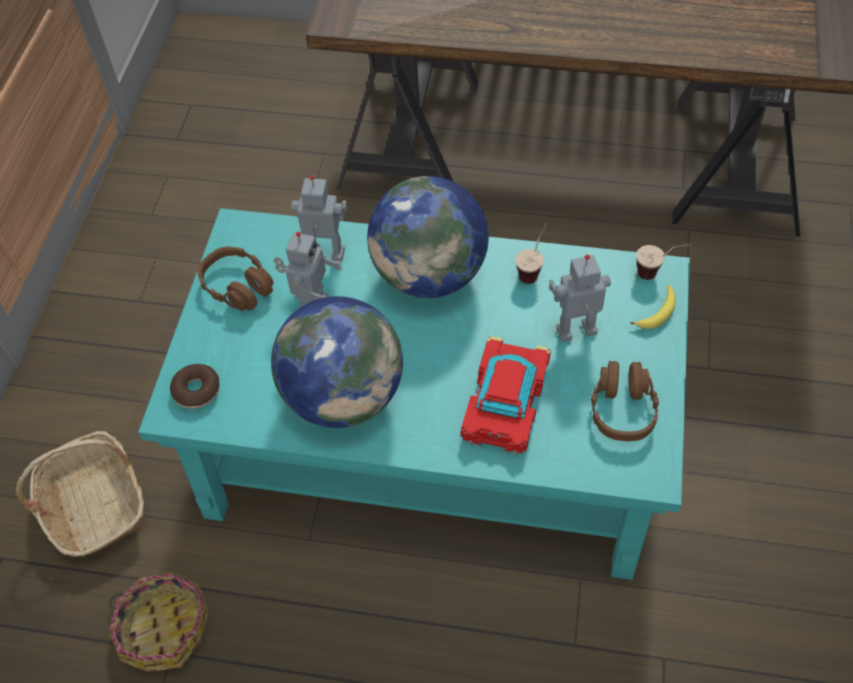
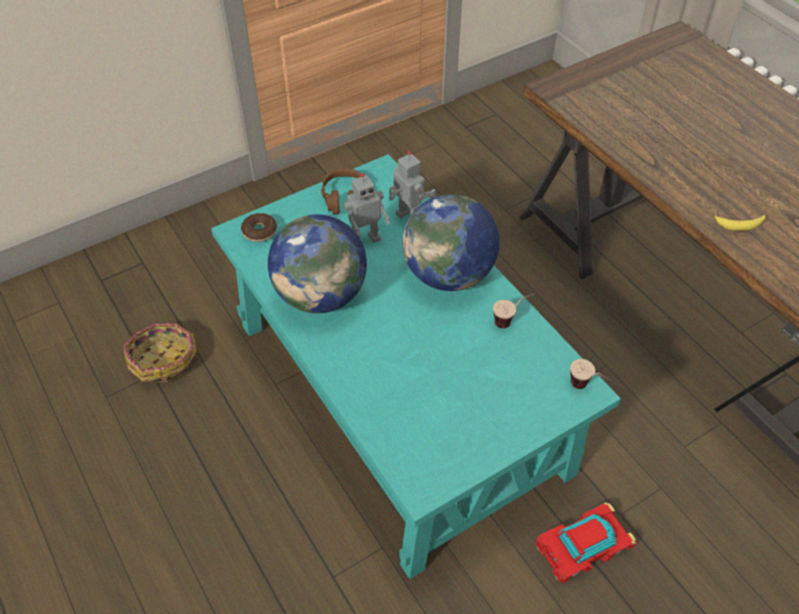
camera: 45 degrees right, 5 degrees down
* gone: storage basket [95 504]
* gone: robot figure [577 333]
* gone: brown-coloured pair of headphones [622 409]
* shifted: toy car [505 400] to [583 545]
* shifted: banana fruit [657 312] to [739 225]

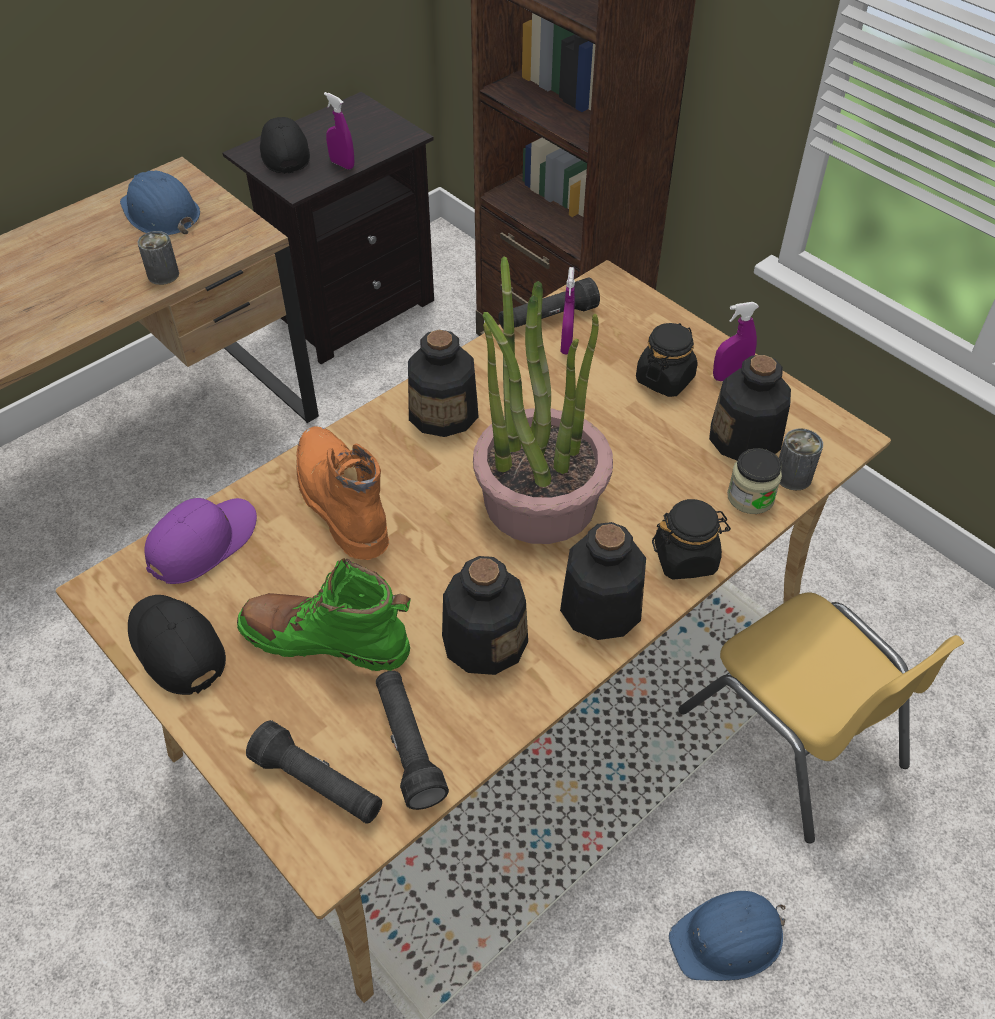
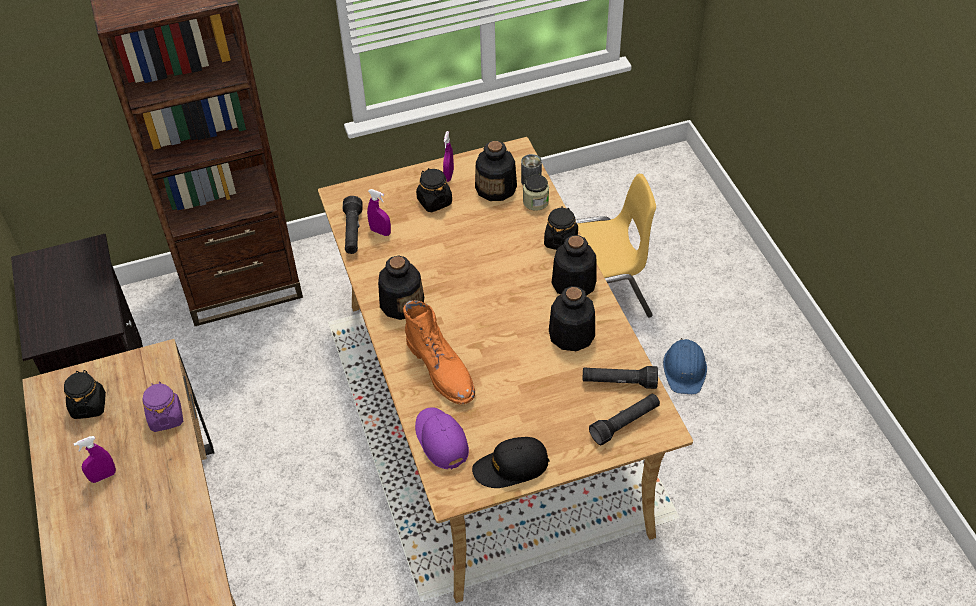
camera: 65 degrees left, 0 degrees up
* gone: greenish tall boot [326 640]
* gone: black baseball cap [284 153]
* gone: houseplant [539 499]
* shifted: purple-coloured hand sprayer [342 164] to [103 476]
* swapped: bluish work helmet [160 213] to black storage jar [89 405]
* swapped: can [163 275] to purple-coloured storage jar [166 417]
* rotated: orange tall boot [338 499] = [442 369] 120 degrees counterclockwise

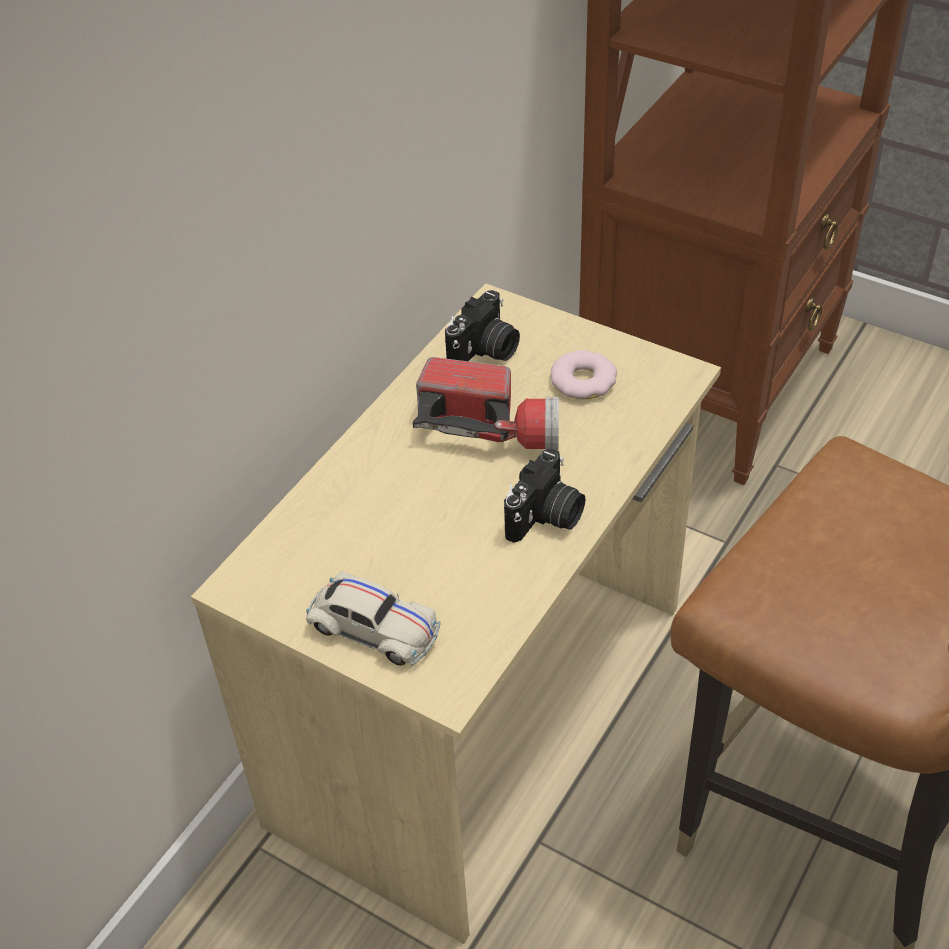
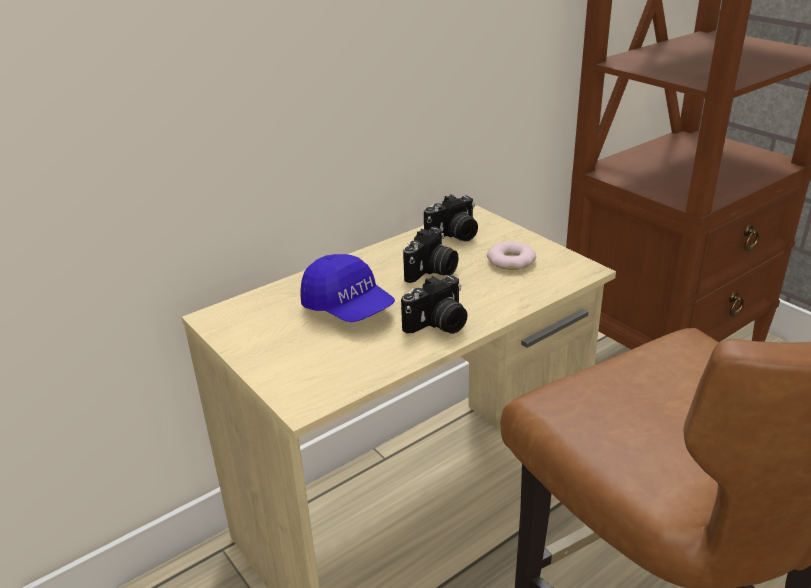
camera: 20 degrees right, 15 degrees down
* gone: whitish toy car [373 628]
* new: bluish baseball cap [348 308]
* swapped: torch [490 426] to photo camera [432 272]

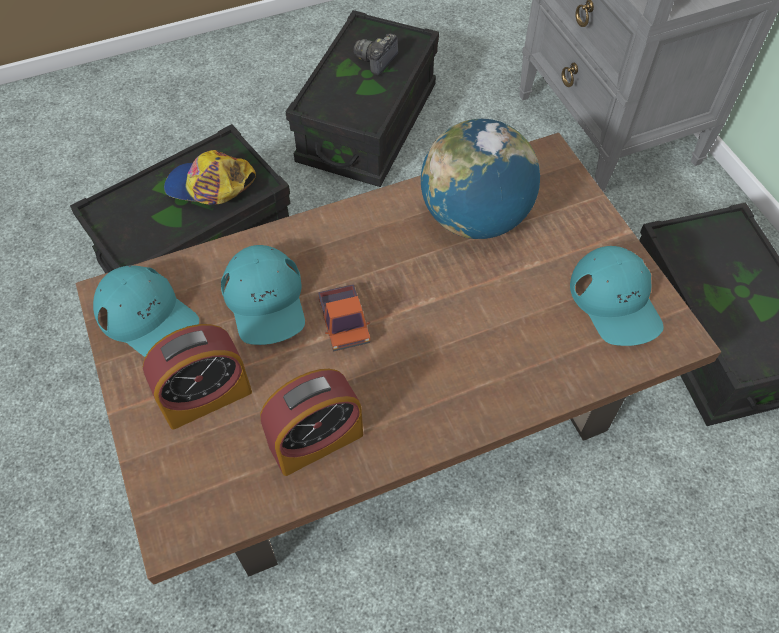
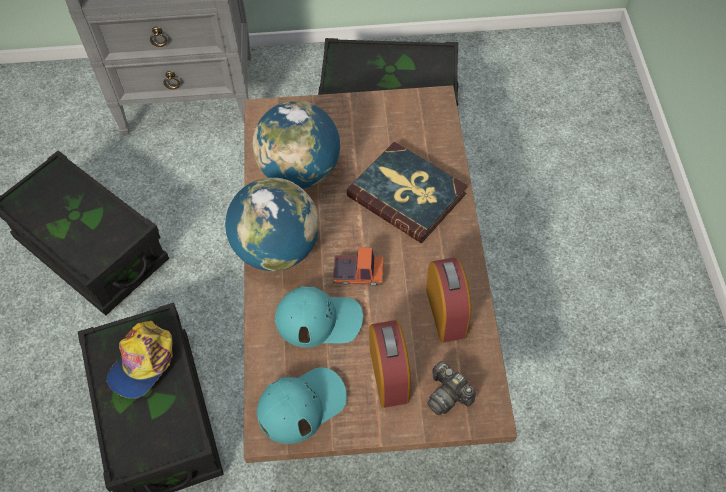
camera: 70 degrees left, 0 degrees up
* gone: turquoise baseball cap [615 301]
* new: desk globe [277 249]
* new: book [407 194]
* shifted: photo camera [377 60] to [448 395]

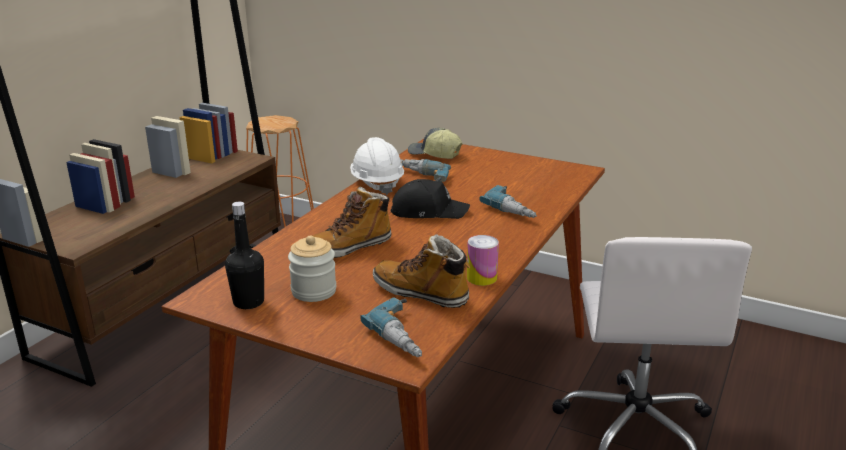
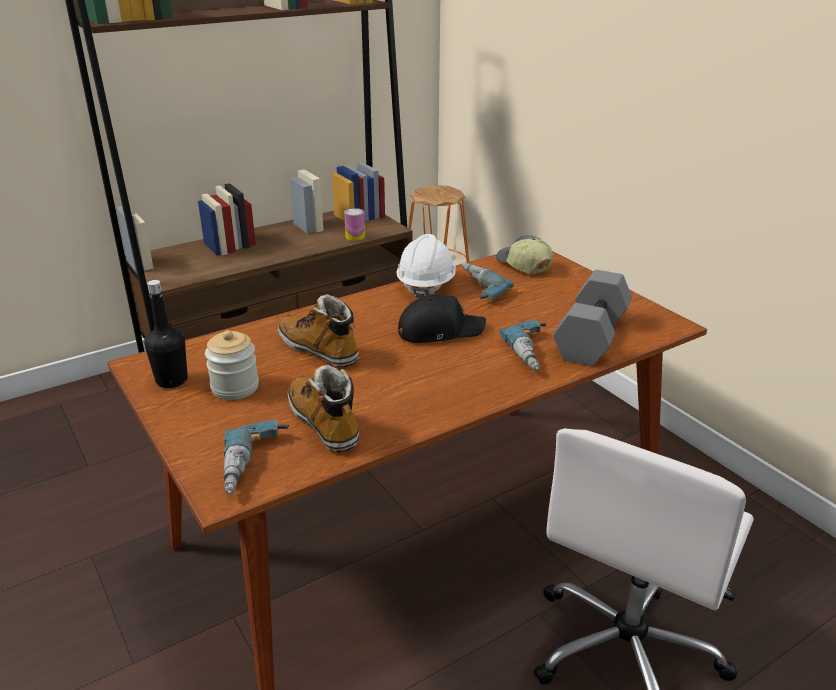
camera: 30 degrees right, 5 degrees up
* new: greyish free weight [589 336]
* shifted: can [481 278] to [355 236]
* rotated: tall boot [350 247] = [319 350] 45 degrees clockwise
* rotated: black baseball cap [428 211] = [439 331] 45 degrees counterclockwise

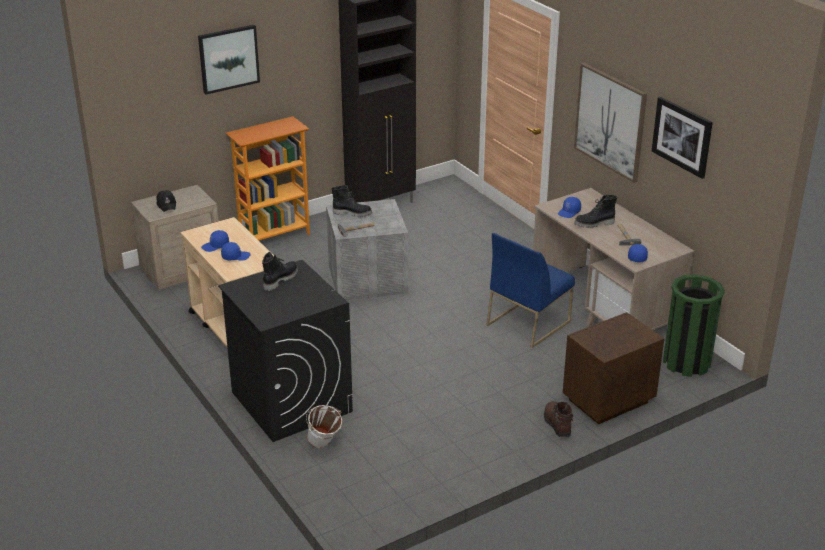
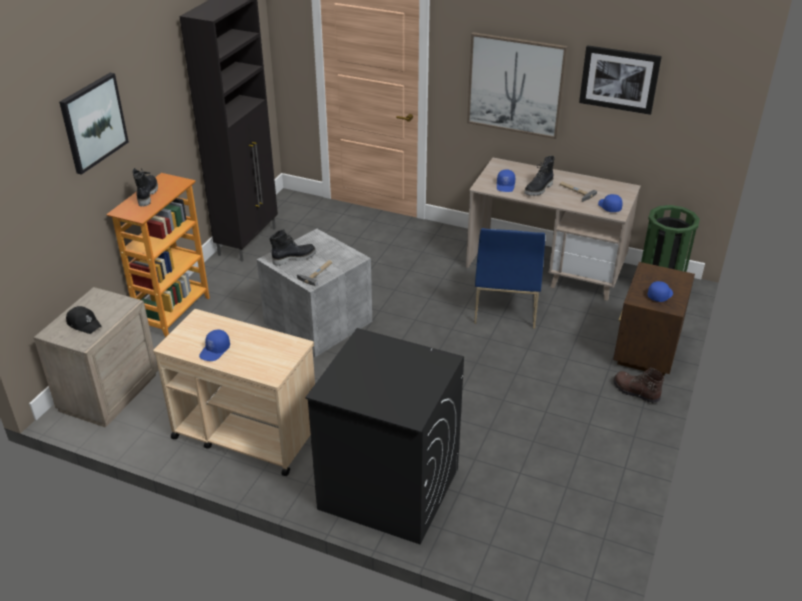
camera: 35 degrees left, 5 degrees up
* gone: whitish pail [324 446]
* shifted: bluish baseball cap [235 256] to [659 295]
* shifted: black tall boot [280 280] to [147 195]

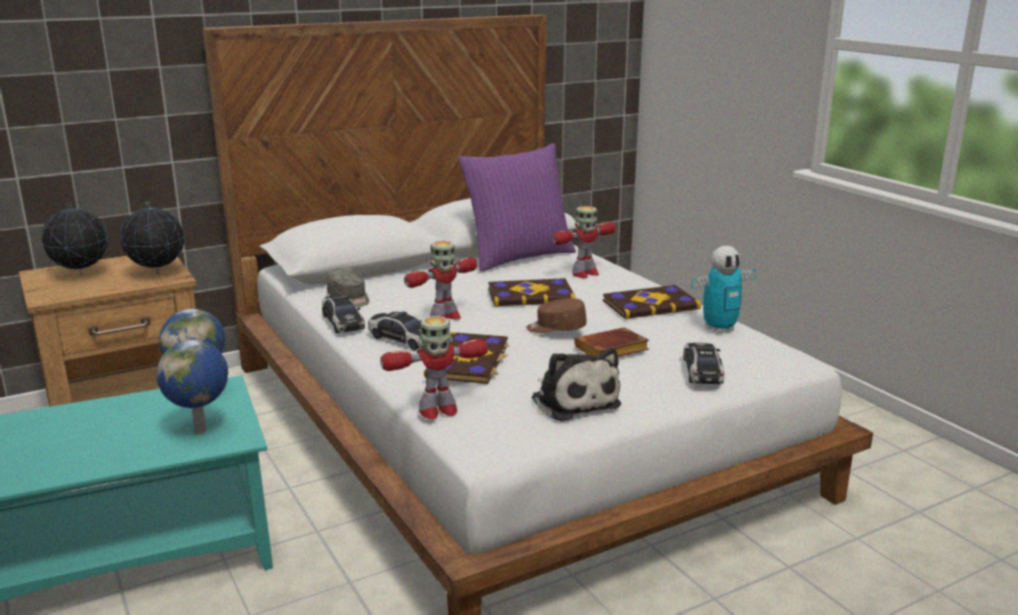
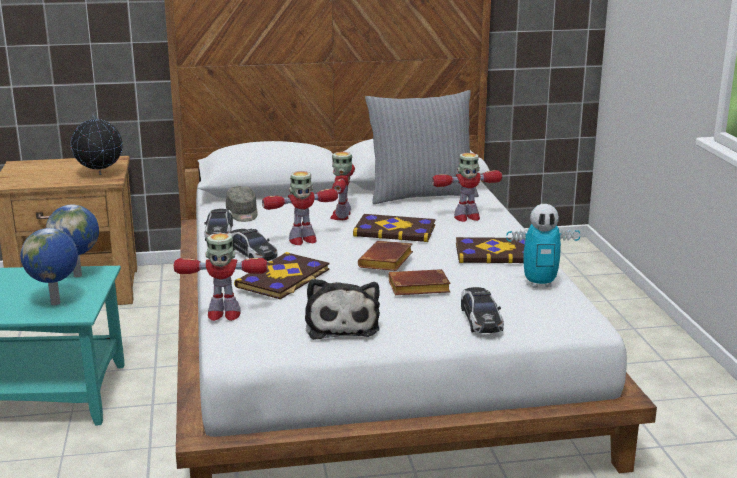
camera: 20 degrees right, 0 degrees up
* gone: desk globe [81 275]
* new: robot figure [342 216]
* swapped: brown-coloured baseball cap [556 328] to brown-coloured book [387 262]
* repainted: purple-coloured cushion [518 257] to greyish cushion [421 195]
* rotated: toy car [702 372] = [481 319] 150 degrees clockwise

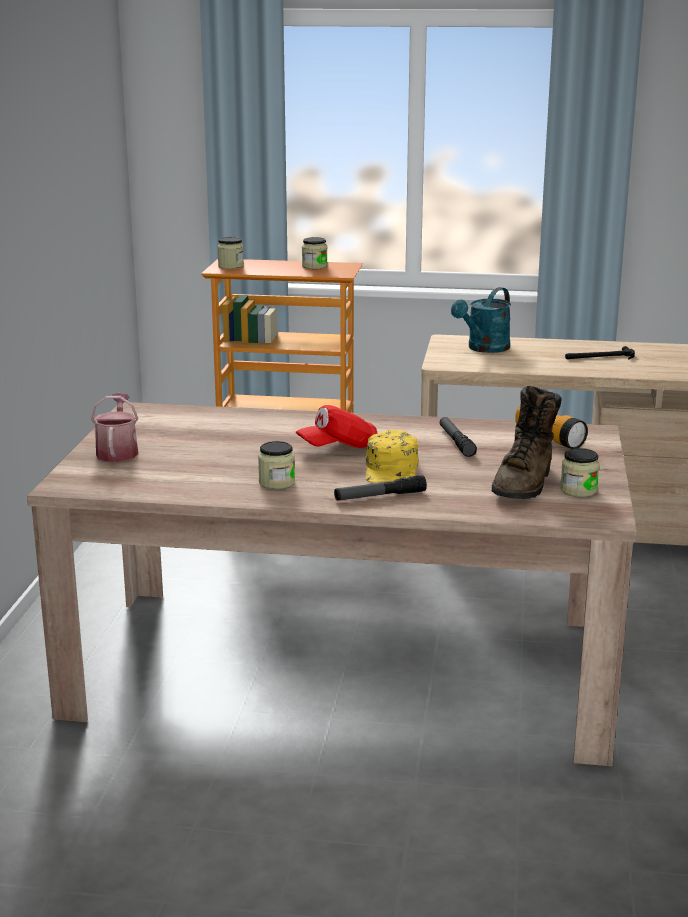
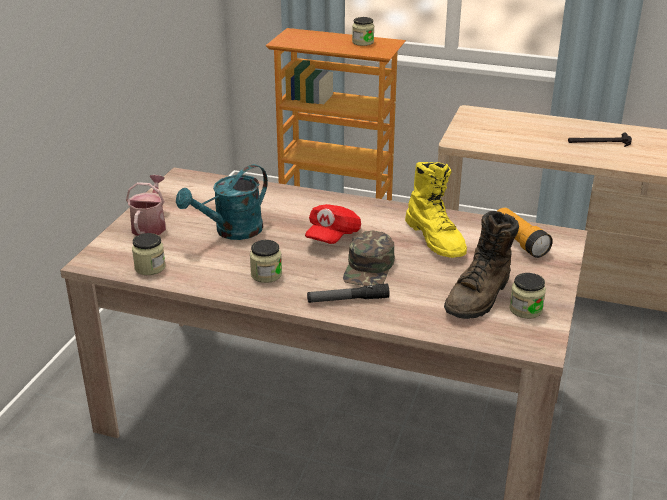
camera: 10 degrees right, 10 degrees up
* shifted: storage jar [231 266] to [150 267]
* shifted: turquoise sprinkling can [484 349] to [231 232]
* swapped: torch [456 442] to yellow tall boot [436 239]
* repainted: yellow baseball cap [392 469] to greenish baseball cap [369 268]
* rotated: red-coloured baseball cap [338 447] = [332 237] 45 degrees counterclockwise

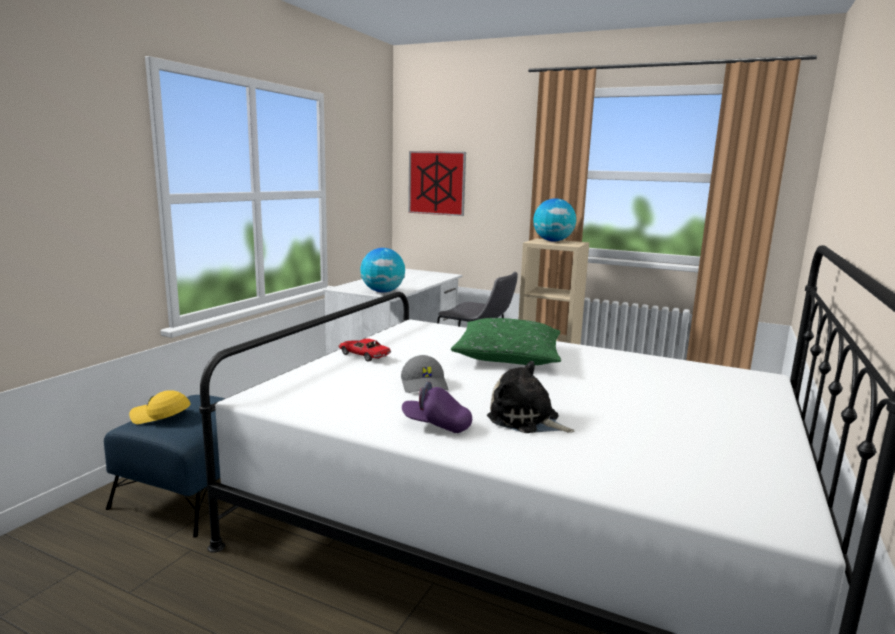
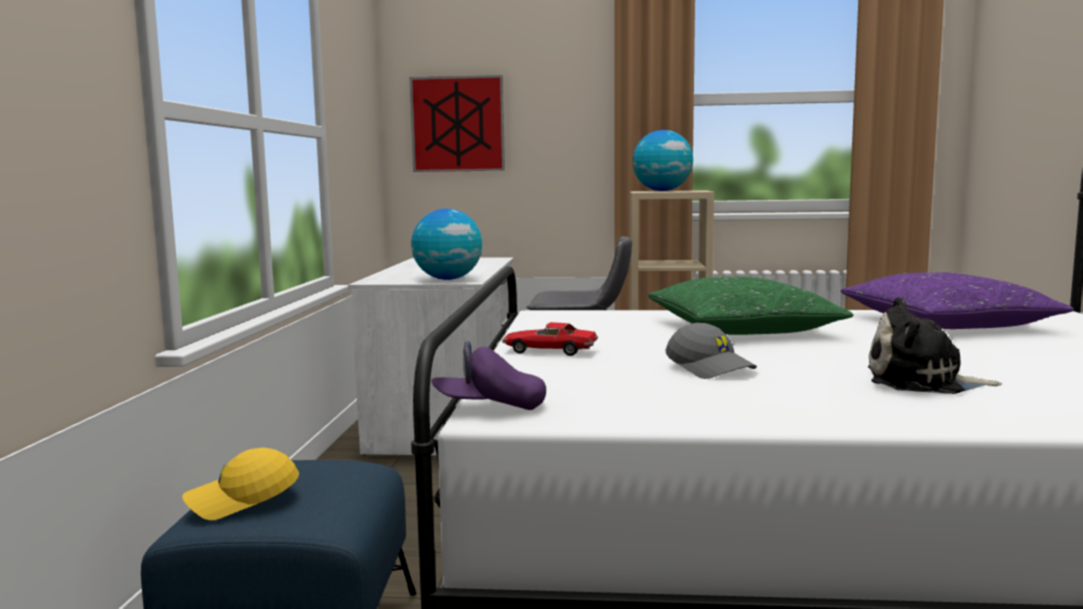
camera: 20 degrees left, 5 degrees down
* new: purple-coloured cushion [946 323]
* shifted: purple-coloured baseball cap [436 425] to [489 407]

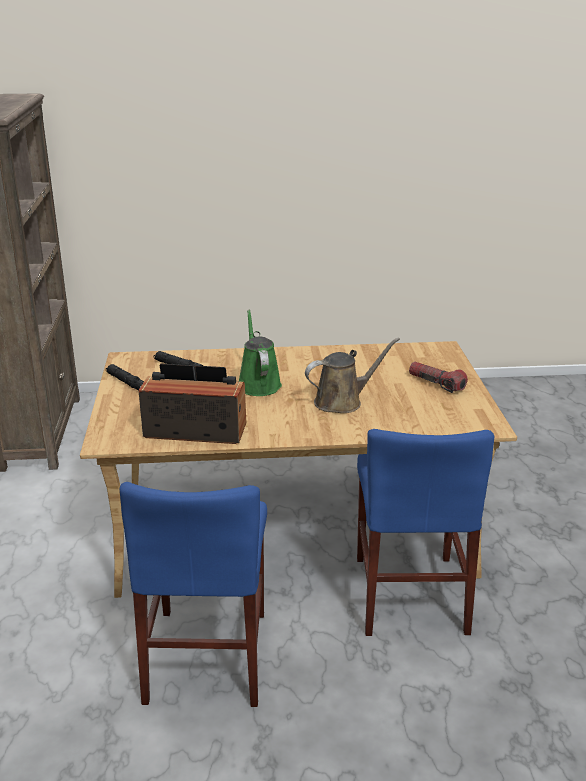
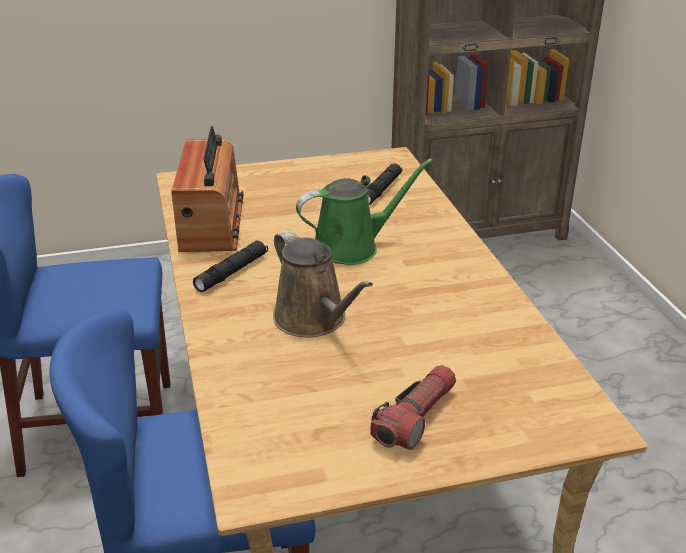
camera: 80 degrees right, 5 degrees up
* shifted: black torch [127 382] to [232 272]

